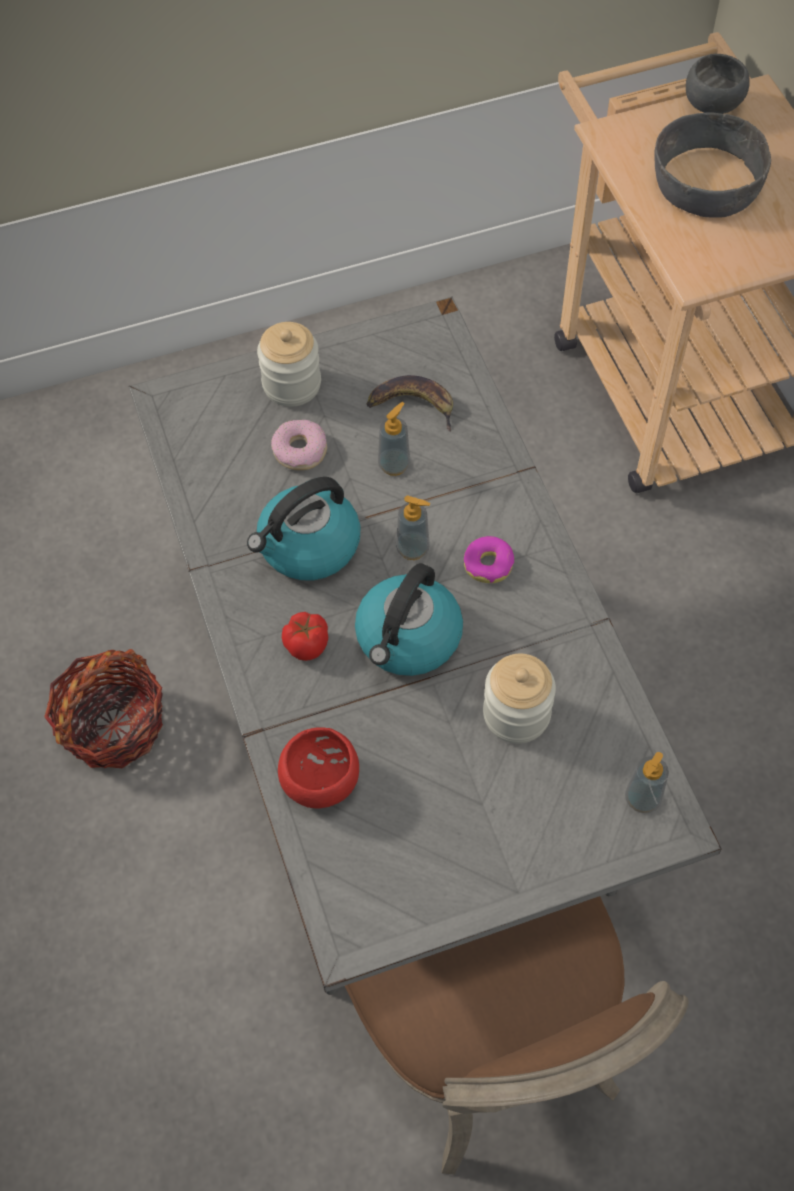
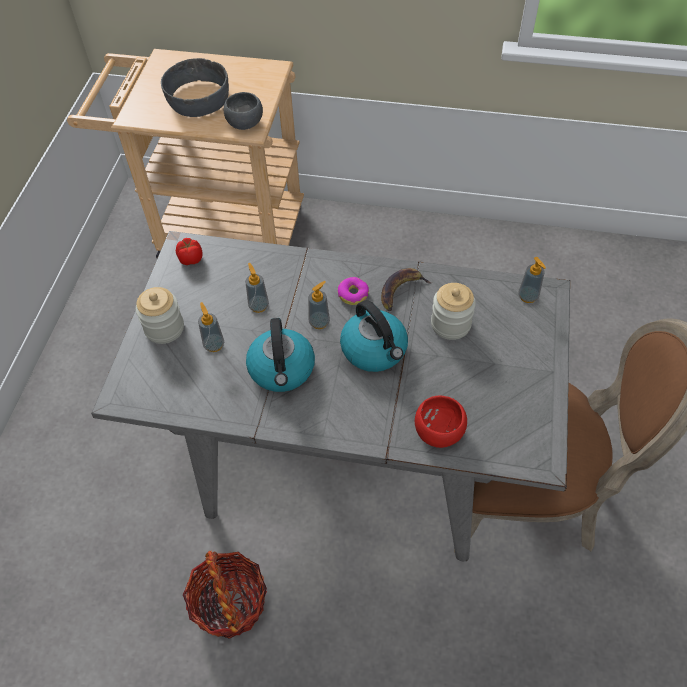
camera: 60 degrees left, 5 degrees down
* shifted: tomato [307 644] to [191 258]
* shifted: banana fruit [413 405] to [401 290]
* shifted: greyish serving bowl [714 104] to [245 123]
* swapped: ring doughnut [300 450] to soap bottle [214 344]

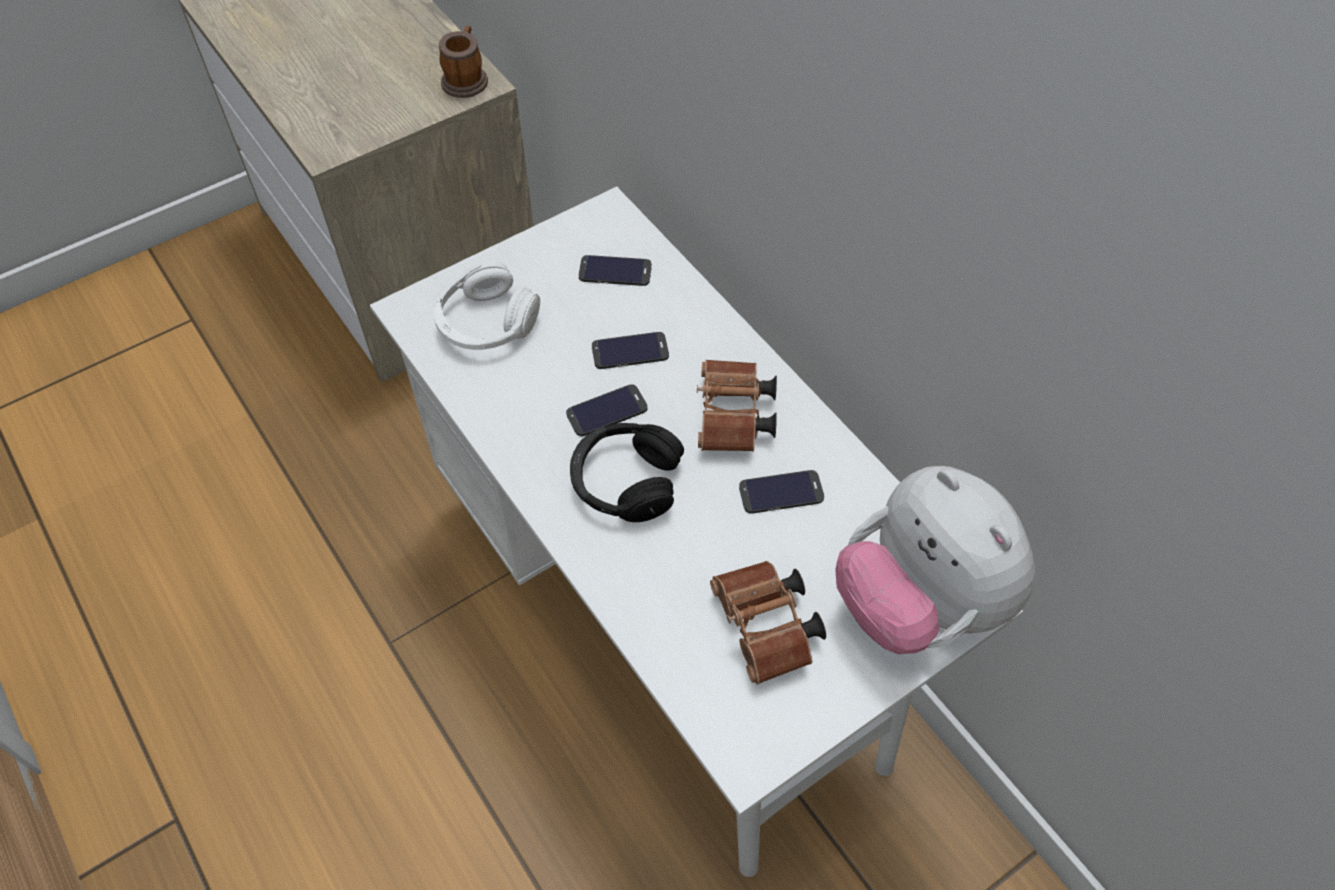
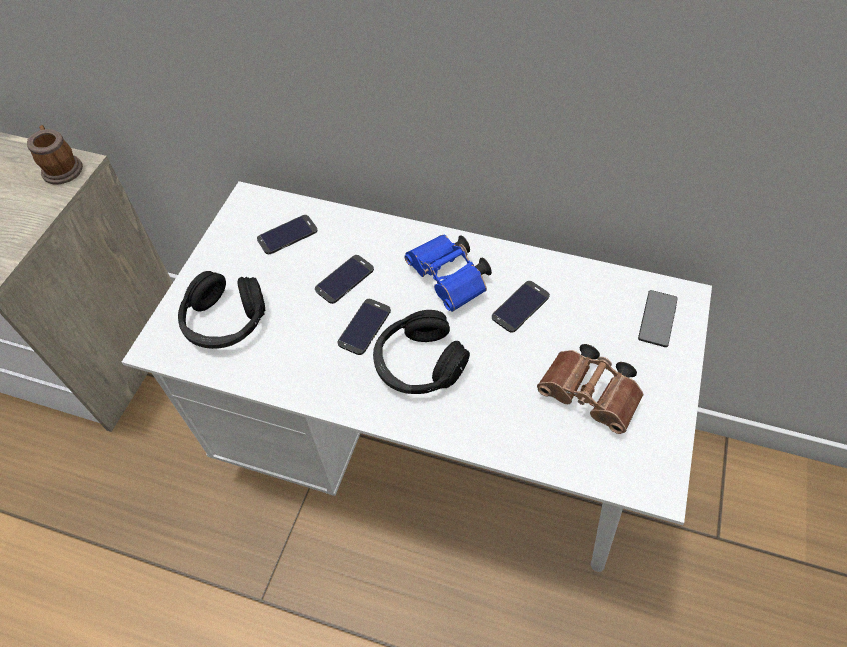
camera: 35 degrees left, 0 degrees up
* swapped: soft toy [919 603] to handset [657 319]
* repainted: whitish pair of headphones [486 323] to black pair of headphones [225 321]
* repainted: brown-coloured field glasses [733 419] to bluish field glasses [450 281]

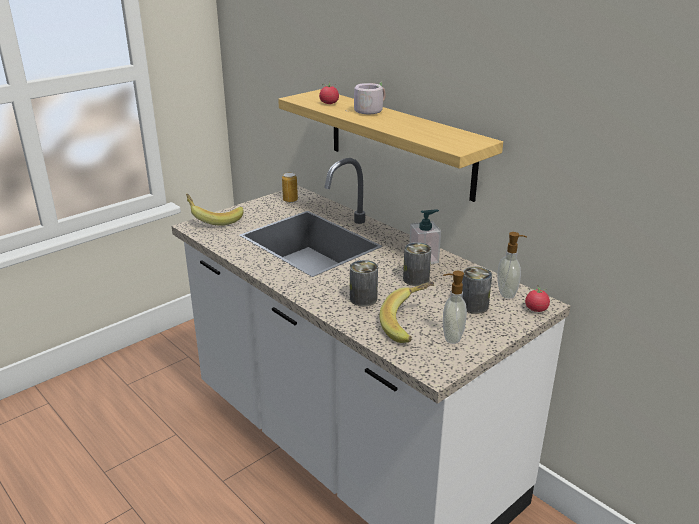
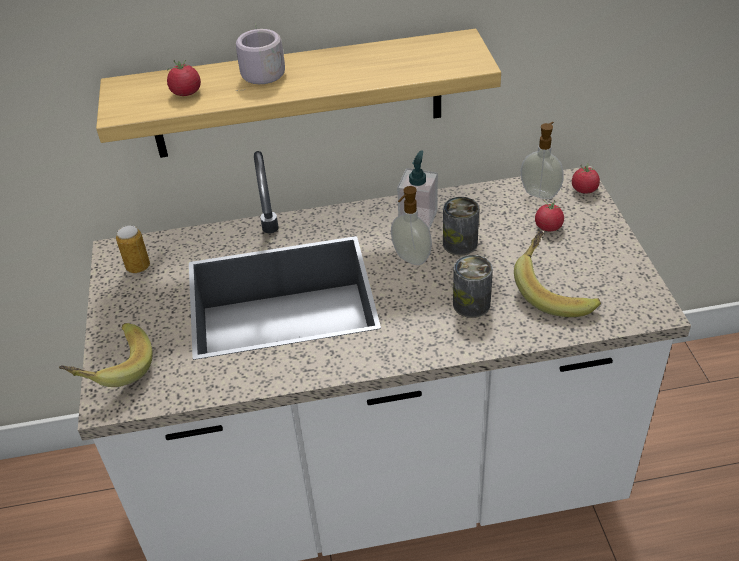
camera: 55 degrees left, 15 degrees up
* shifted: soap bottle [451 337] to [410 258]
* swapped: can [474 306] to tomato [548 227]

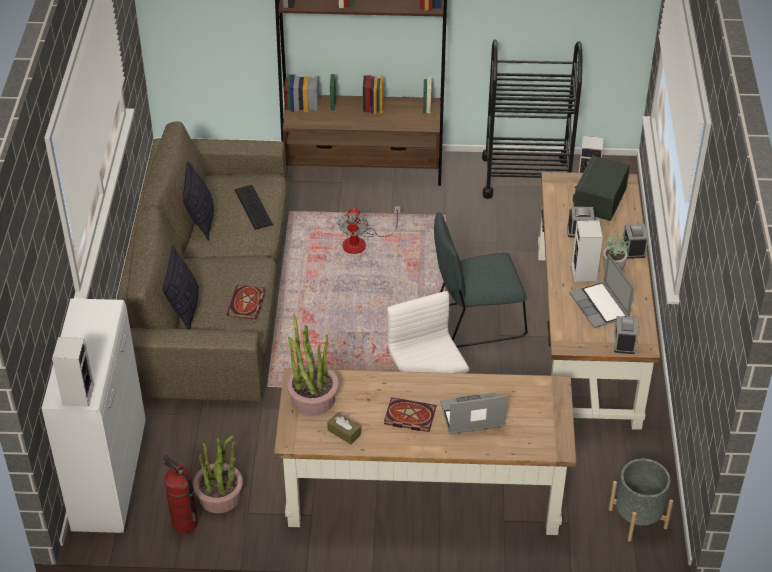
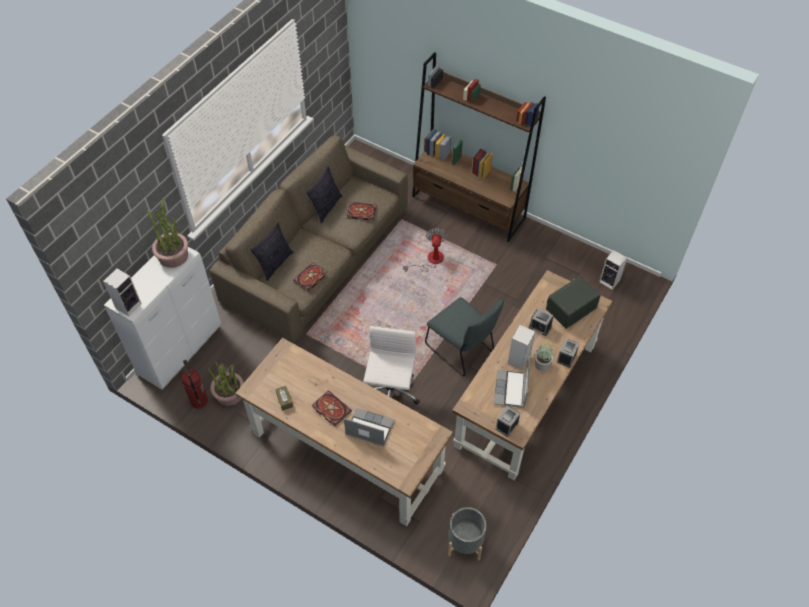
camera: 30 degrees right, 10 degrees up
* gone: black wheeled cart [526 177]
* shifted: houseplant [313 399] to [173 256]
* swapped: keyboard [252 208] to book [360 212]
* rotated: electric fan [361 242] = [430 260] 150 degrees clockwise
* rotated: greyish plain chair [476 322] = [462 350] 150 degrees counterclockwise

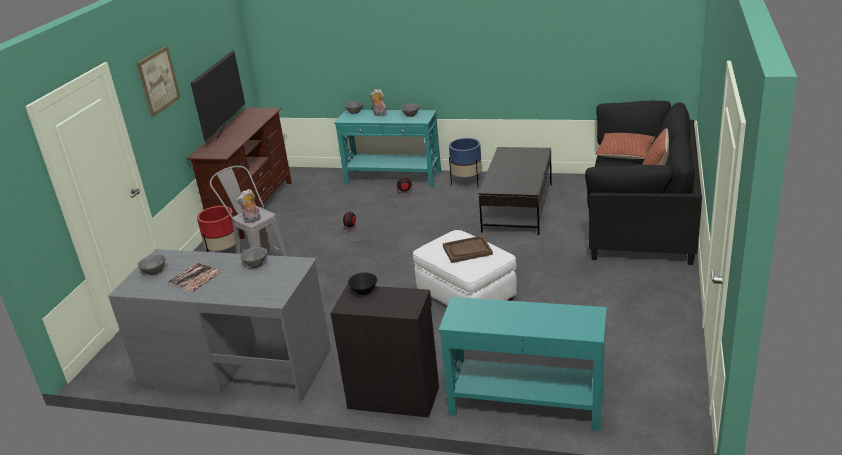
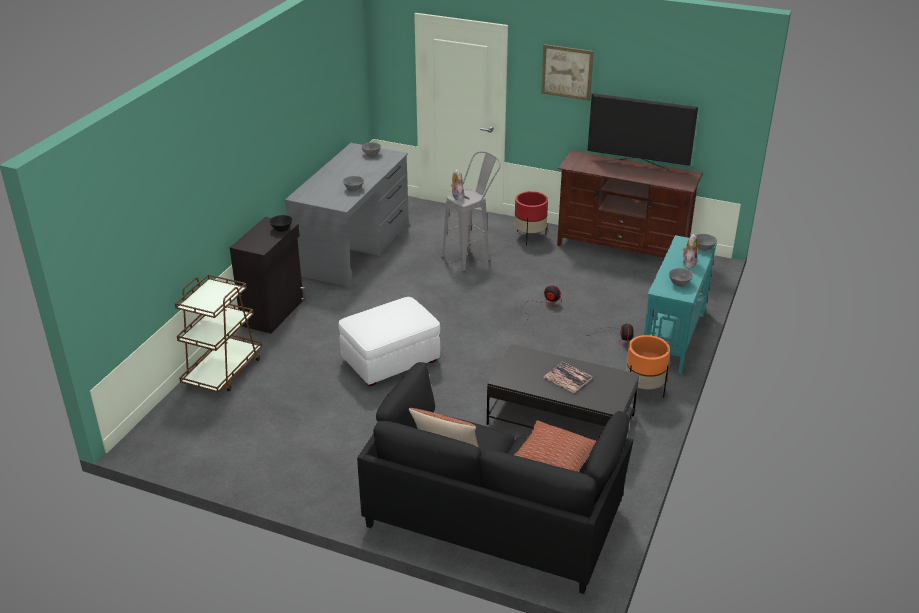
camera: 95 degrees right, 5 degrees up
* gone: brown-coloured tray [467 250]
* shifted: book [194 278] to [567 378]
* swapped: turquoise console table [525 404] to brown-coloured wheeled cart [223 371]
* repainted: bluish planter [467 182] to orange planter [643 390]

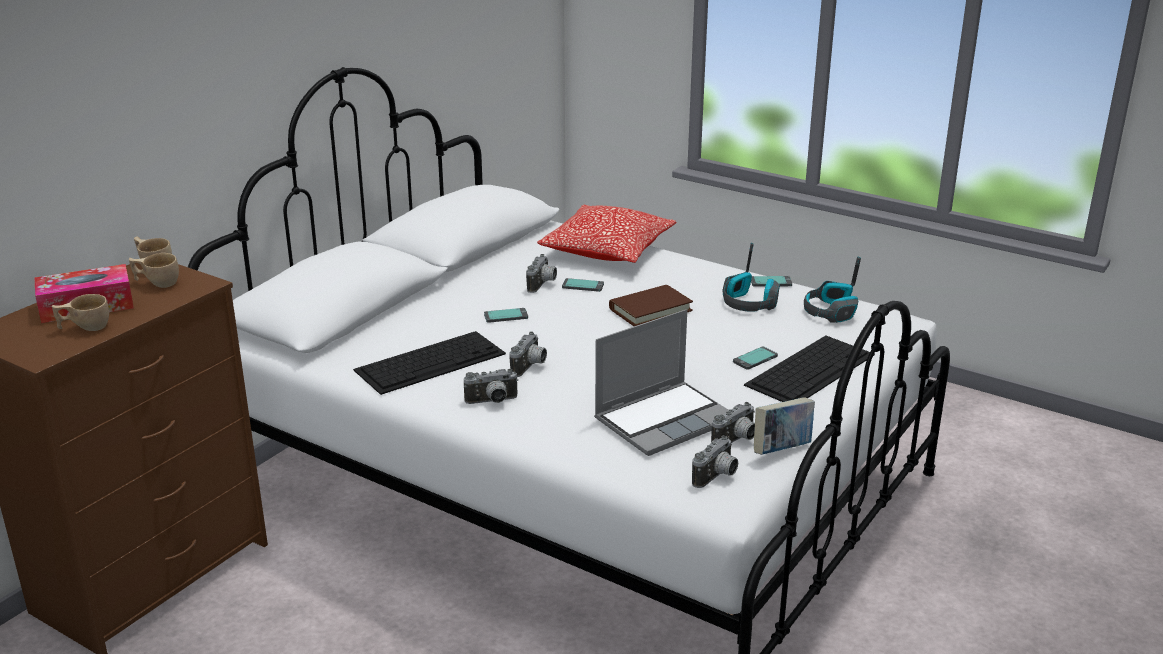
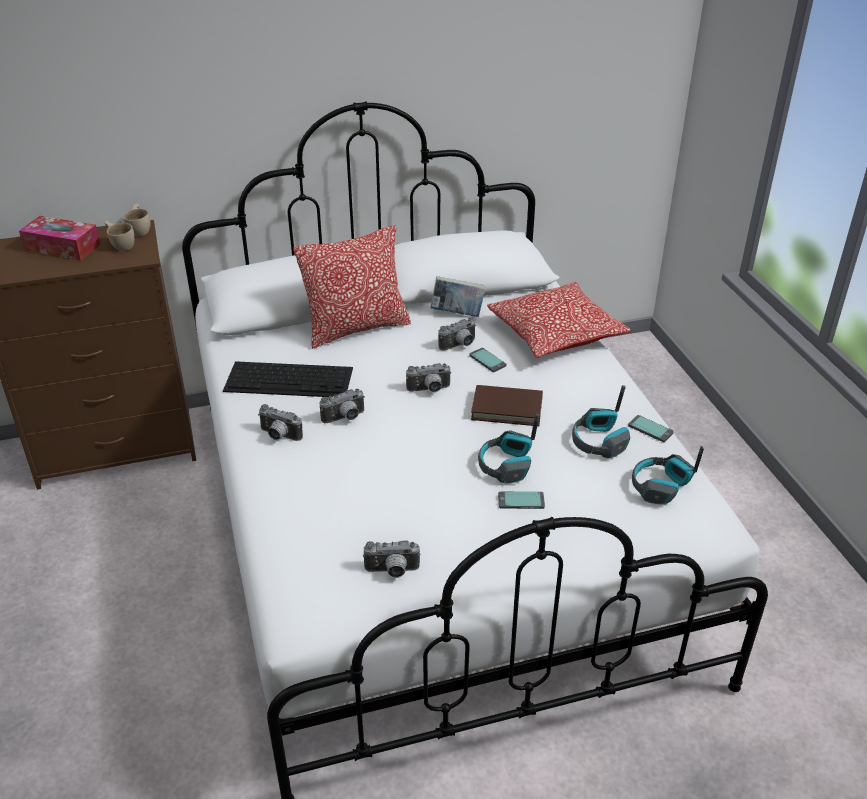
camera: 40 degrees right, 10 degrees up
* gone: beige small cup [84 327]
* gone: handset [506 316]
* gone: laptop [665 419]
* gone: keyboard [810 369]
* new: cushion [356 328]
* new: pair of headphones [506 466]
* shifted: photo camera [717 477] to [429 390]
* shifted: book [782 450] to [457 314]

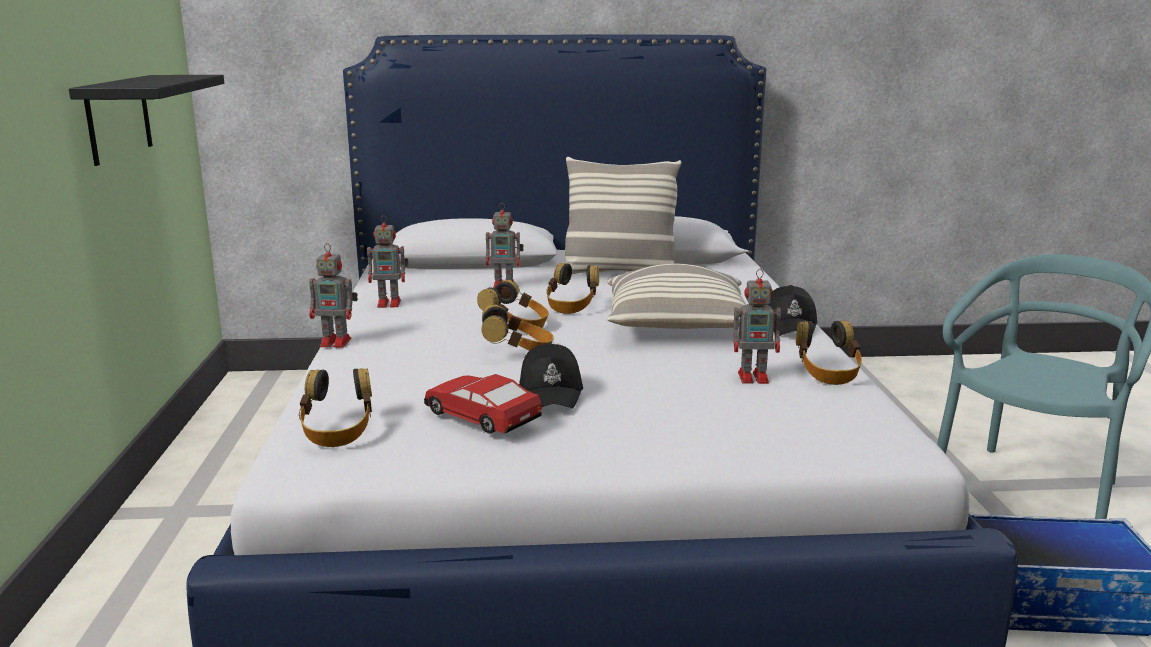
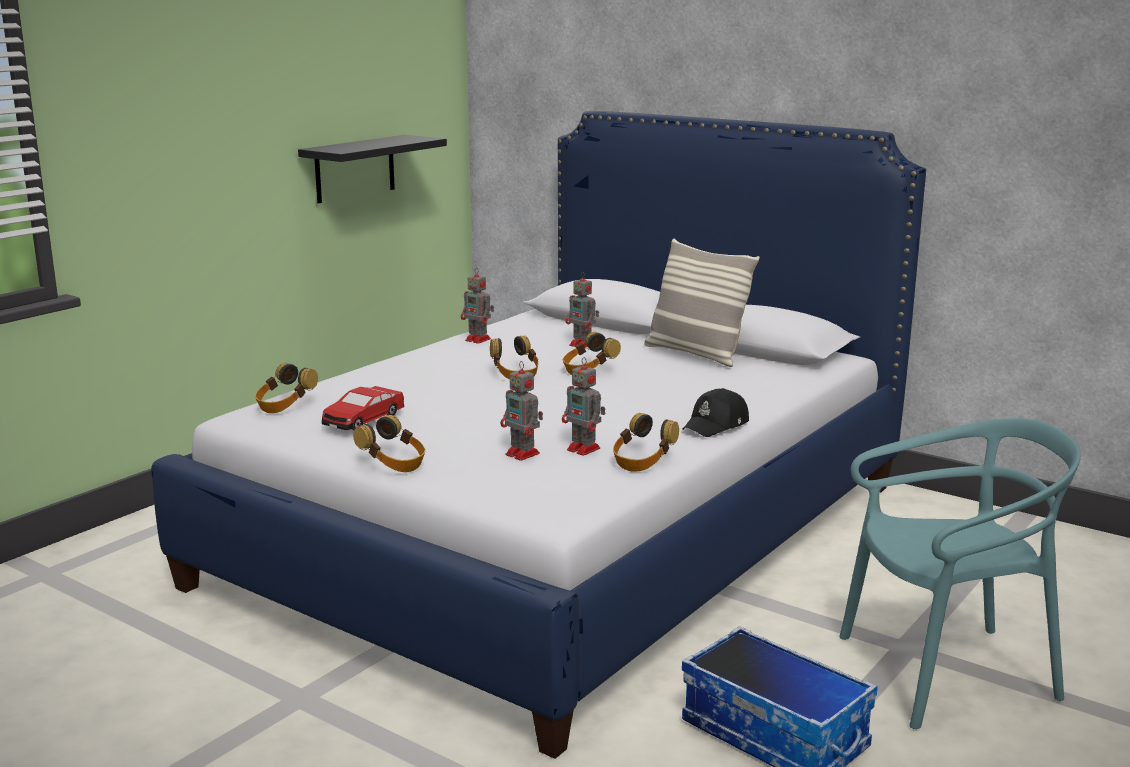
camera: 40 degrees right, 0 degrees up
* gone: black baseball cap [551 392]
* gone: cushion [677 327]
* shifted: robot figure [337 342] to [523 454]
* shifted: pair of headphones [518 353] to [394 464]
* rotated: toy car [481 416] = [363 419] 135 degrees counterclockwise

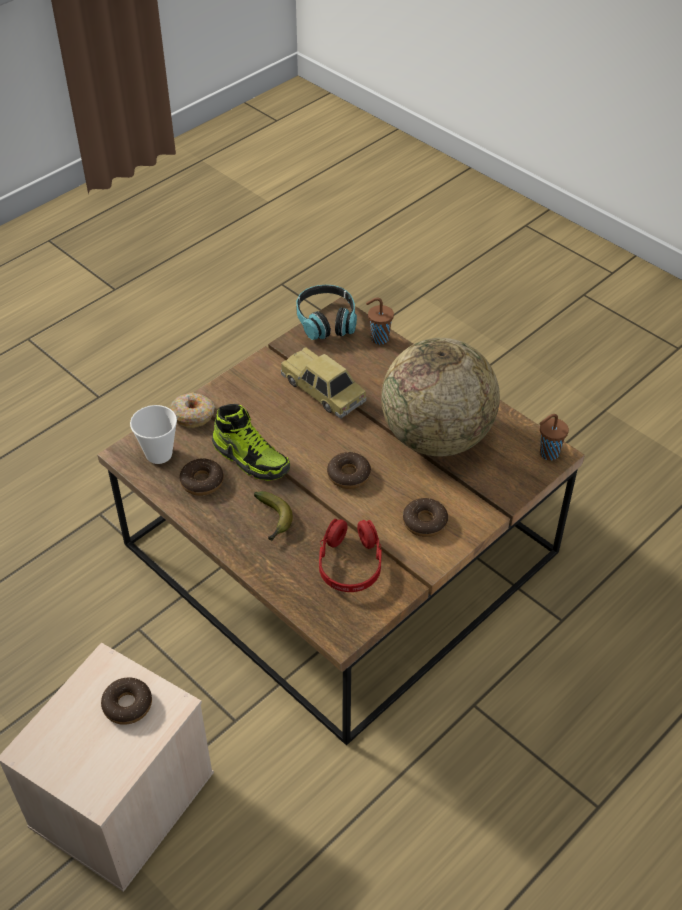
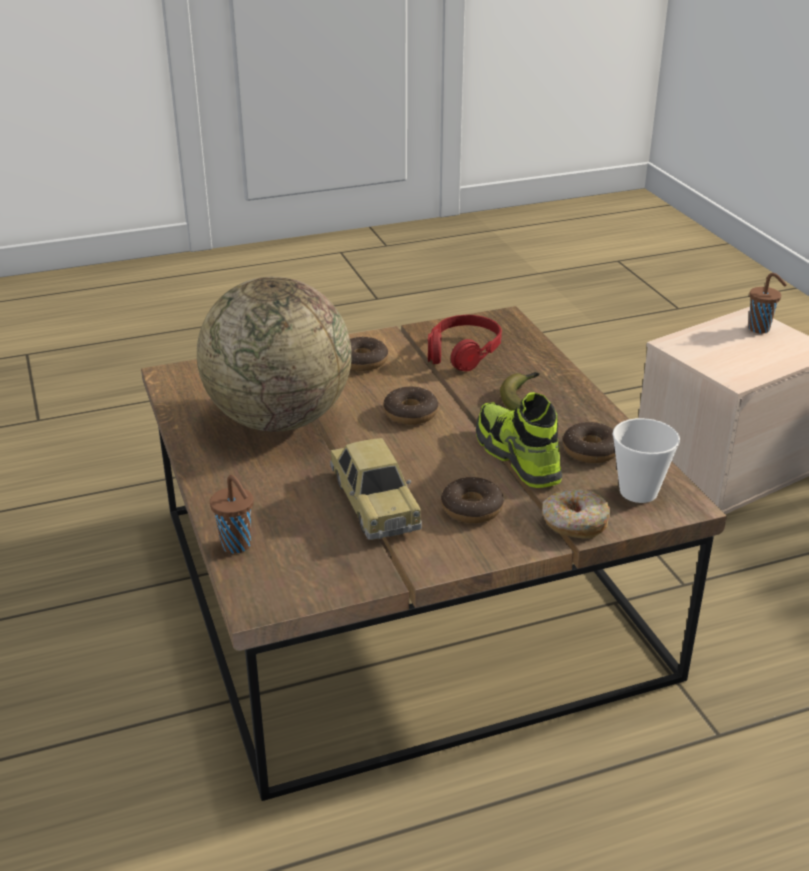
camera: 155 degrees left, 15 degrees down
* gone: pair of headphones [326 321]
* shifted: ring doughnut [127 705] to [472 508]
* shifted: brown-coloured small cup [548 454] to [760 329]

